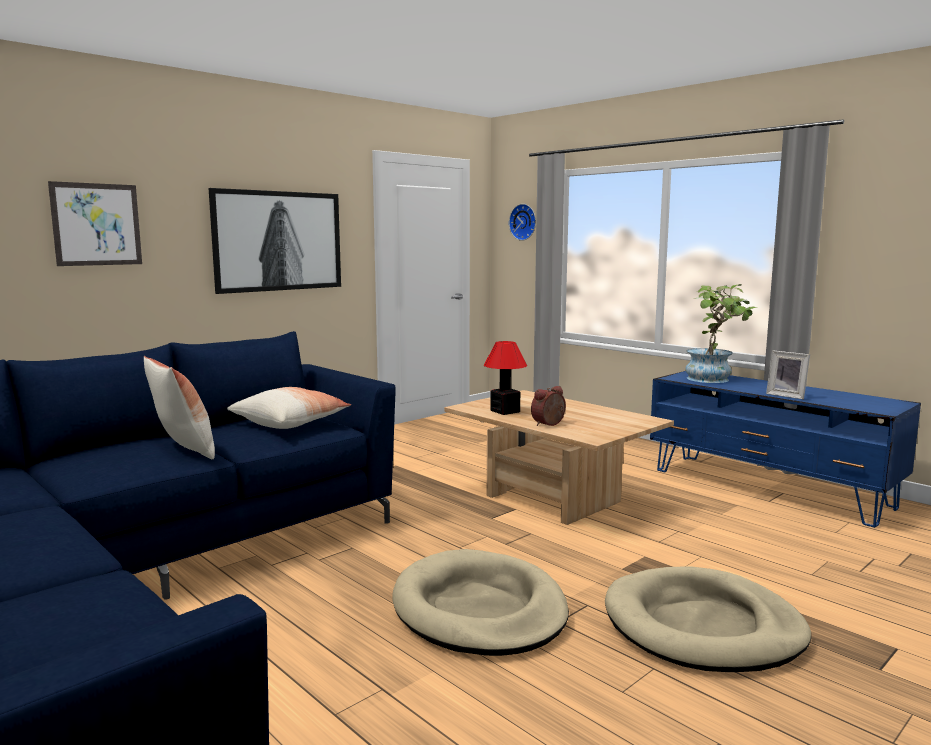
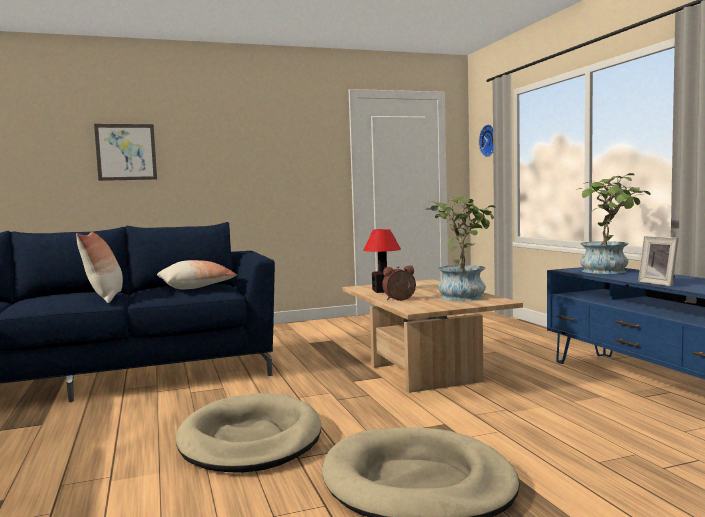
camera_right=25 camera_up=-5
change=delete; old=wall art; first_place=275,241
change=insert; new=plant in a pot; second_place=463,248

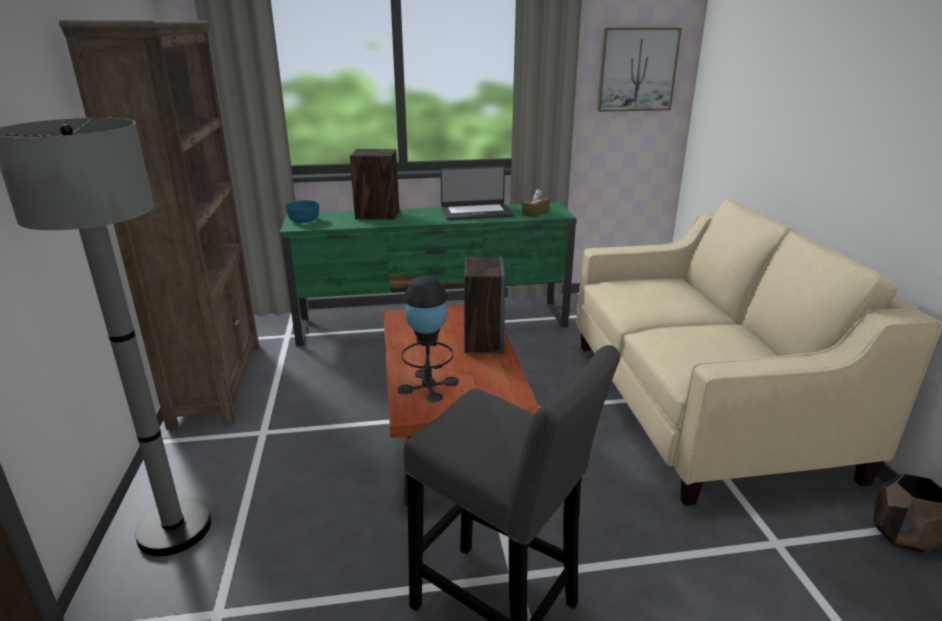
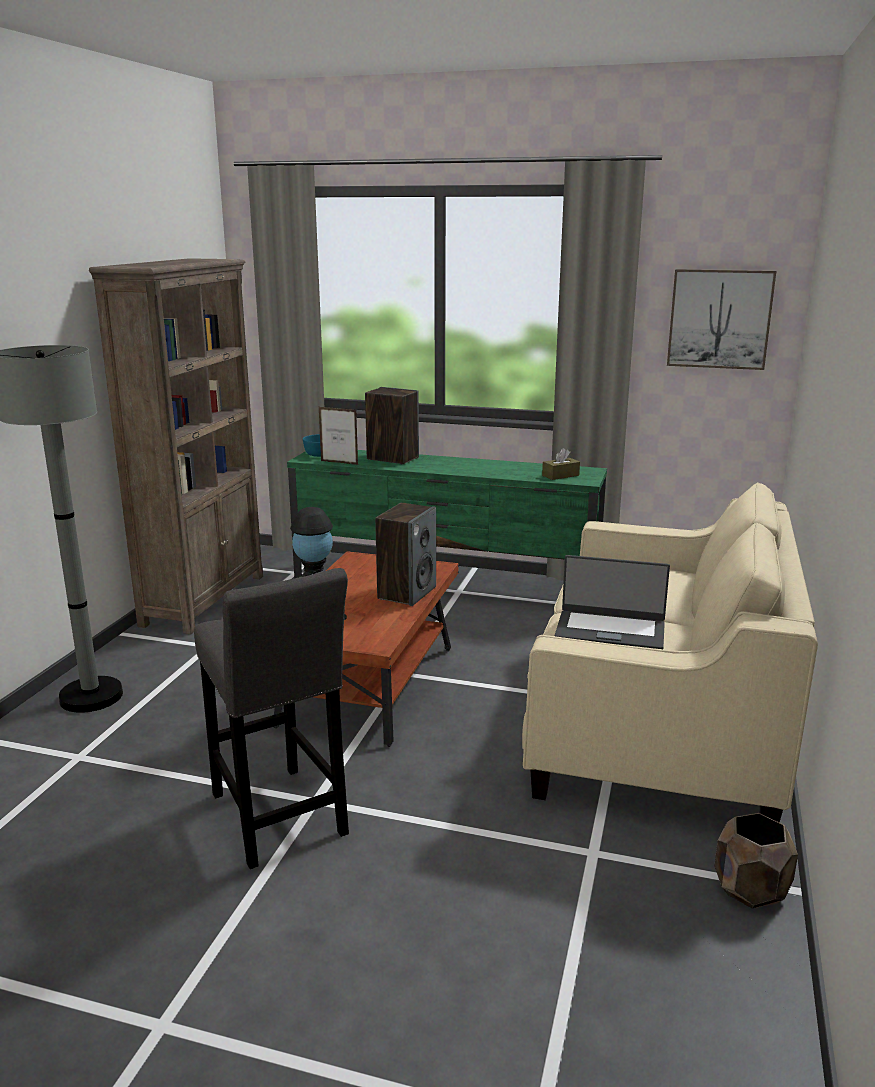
camera_right=25 camera_up=-5
change=move; old=portable computer; first_place=476,193; second_place=612,602
change=insert; new=standing frame; second_place=338,436

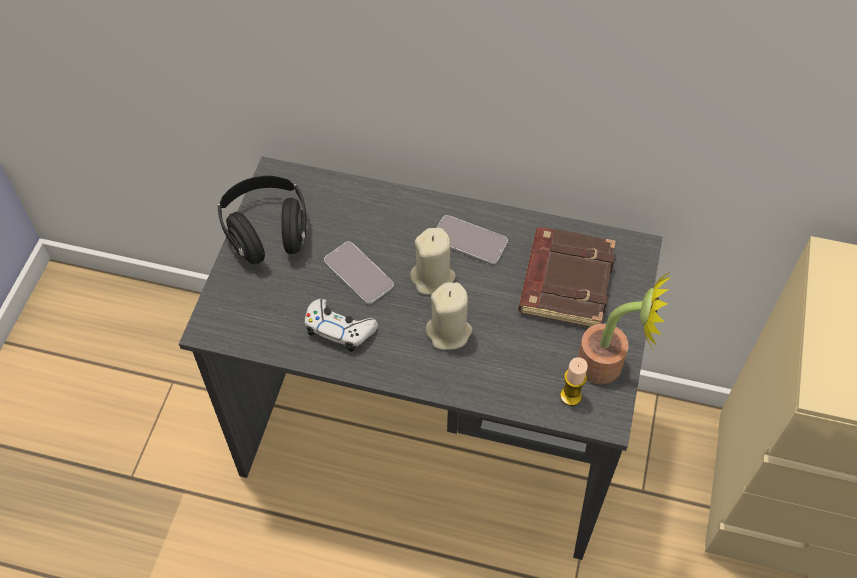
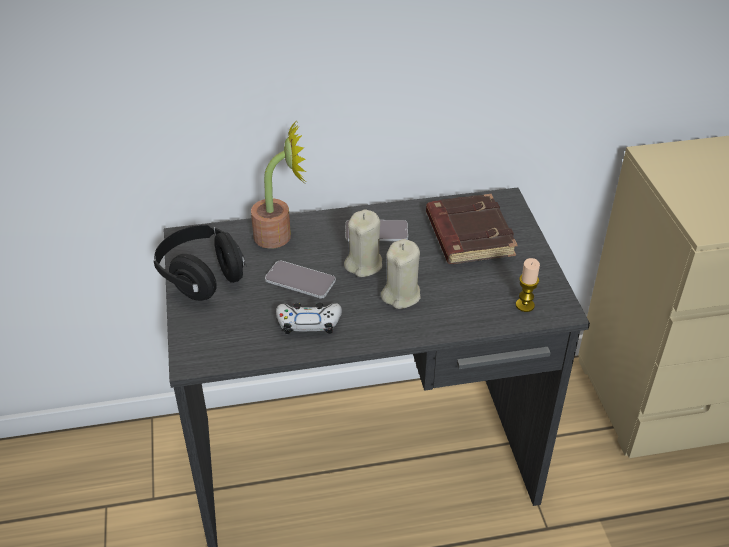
camera_right=-25 camera_up=-15
change=move; old=plant in a pot; first_place=624,327; second_place=278,185

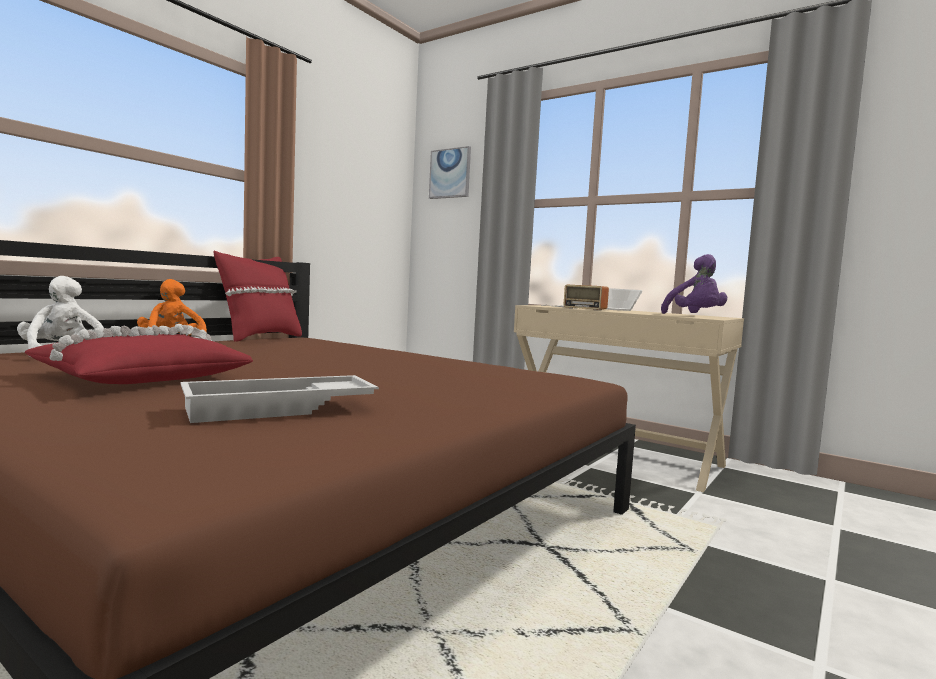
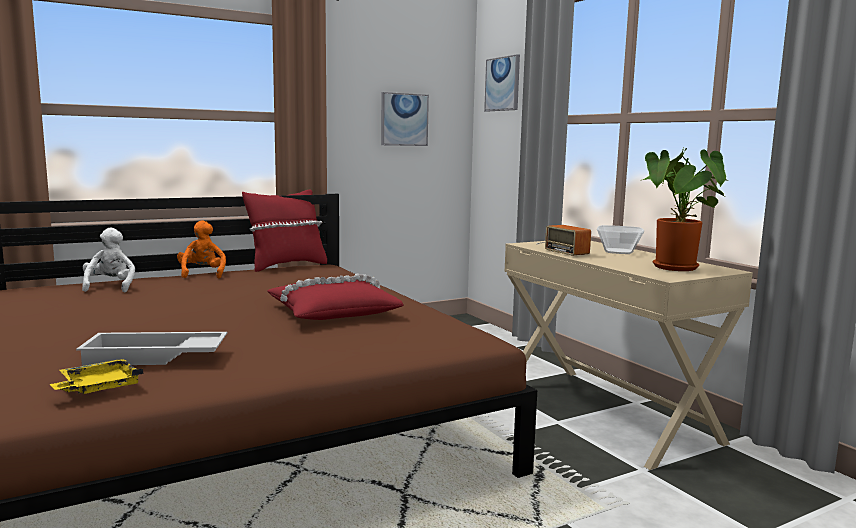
camera_right=25 camera_up=5
change=replace; old=purplish soft toy; new=plant in a pot; first_place=694,284; second_place=685,209
change=move; old=red-coloured cushion; first_place=139,354; second_place=335,297
change=insert; new=wall art; second_place=405,119
change=insert; new=yellowish tray; second_place=96,376

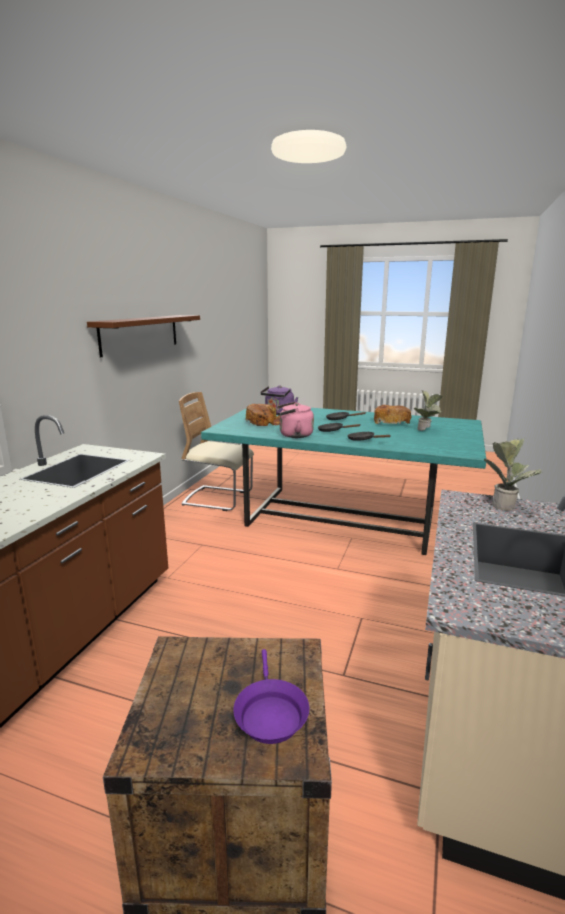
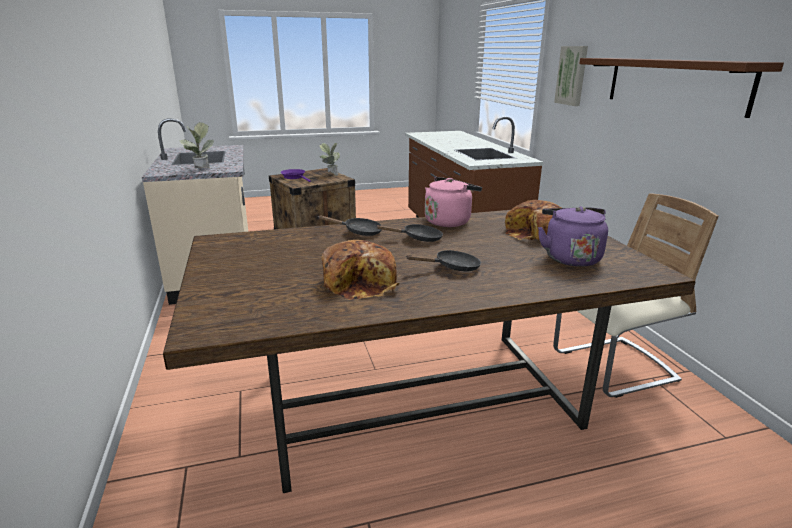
camera_right=145 camera_up=5
change=move; old=plant in a pot; first_place=428,411; second_place=330,159
change=recolor; old=turquoise-coloured dining table; new=brown dining table; first_place=343,481; second_place=429,351
change=insert; new=wall art; second_place=571,76

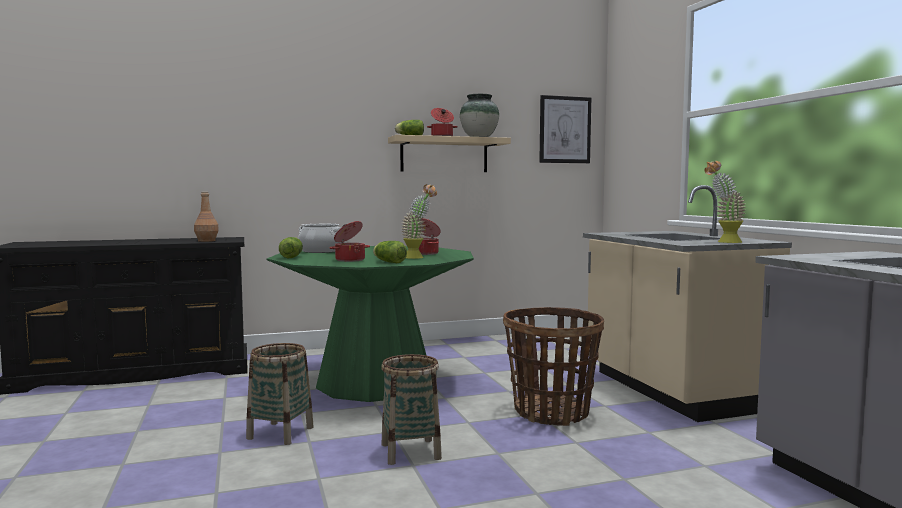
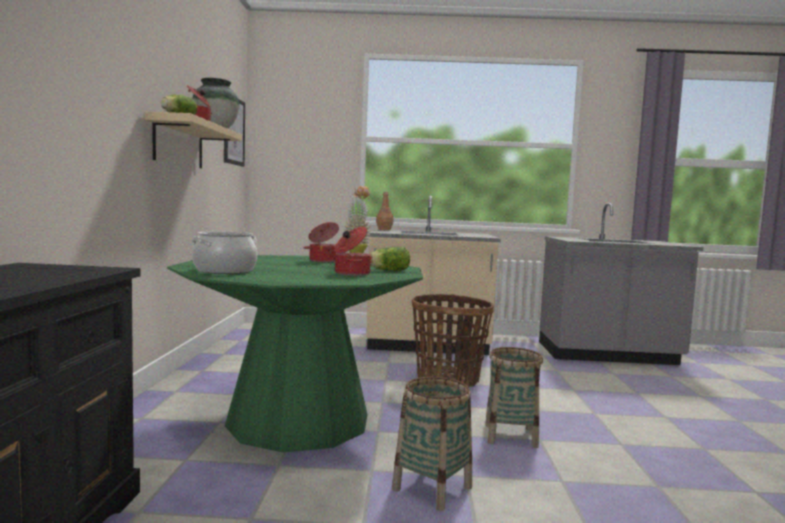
camera_right=-70 camera_up=0
change=delete; old=plant in a pot; first_place=724,202
change=move; old=brown bottle; first_place=206,217; second_place=385,211
change=delete; old=head of lettuce; first_place=291,247

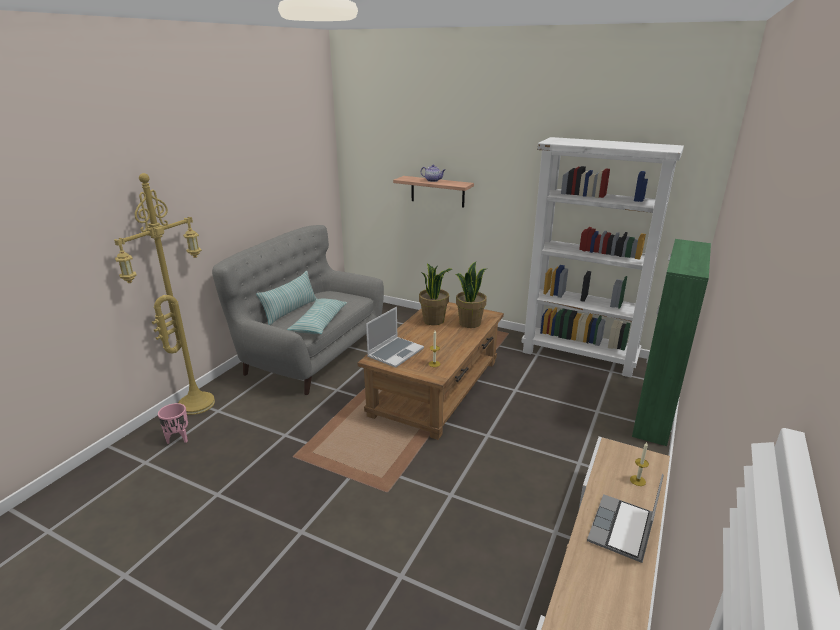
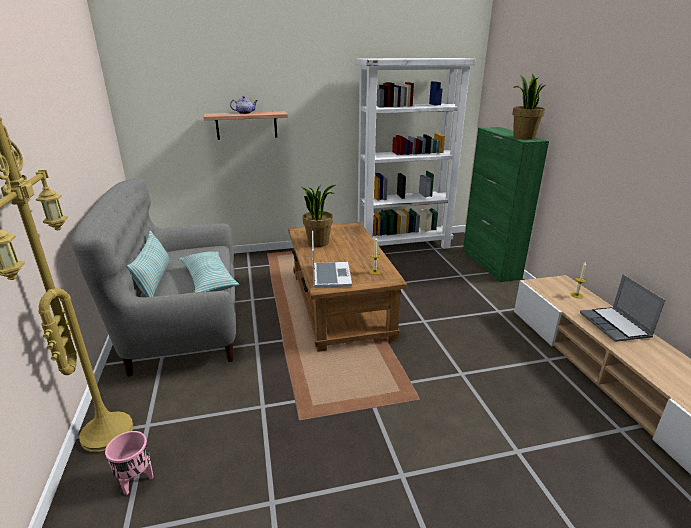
camera_right=-40 camera_up=0
change=move; old=plant in a pot; first_place=471,295; second_place=529,106

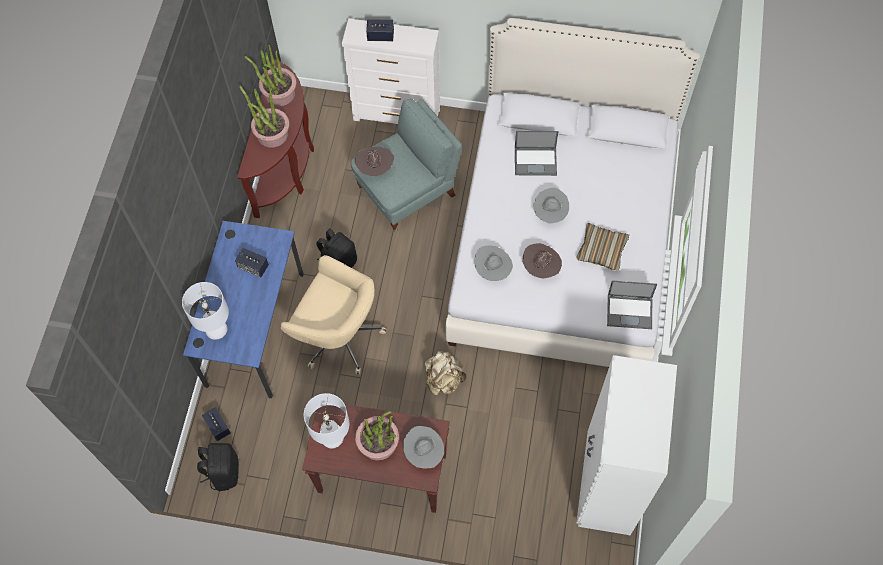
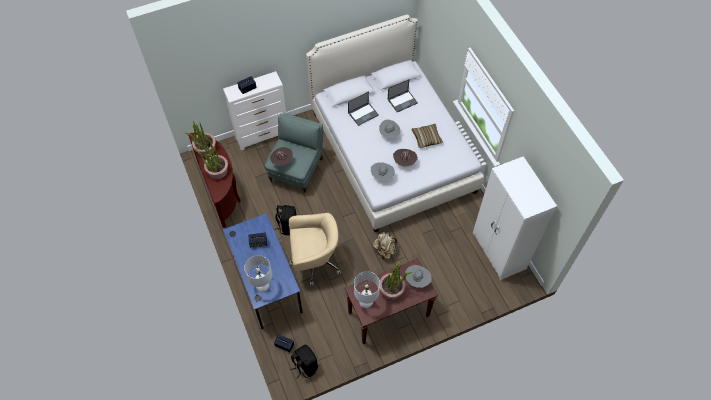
camera_right=-35 camera_up=-5
change=move; old=portable computer; first_place=632,304; second_place=403,95

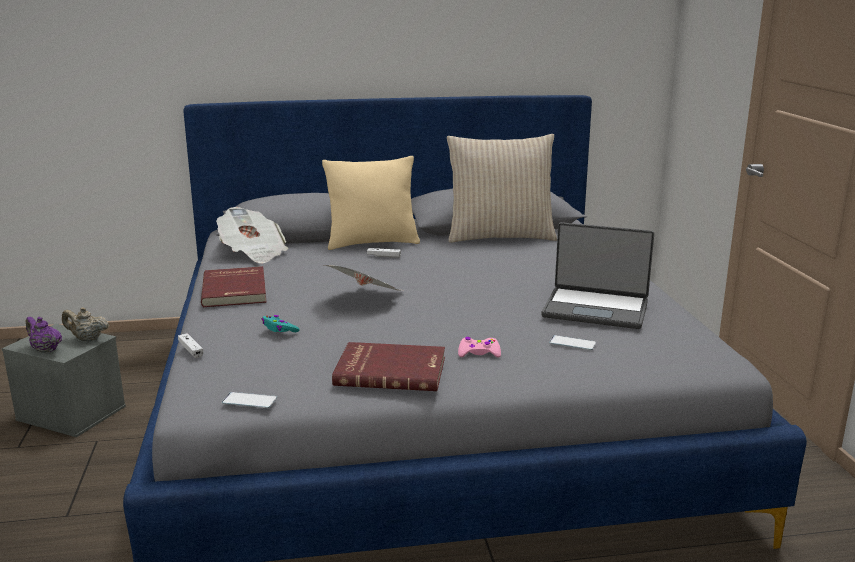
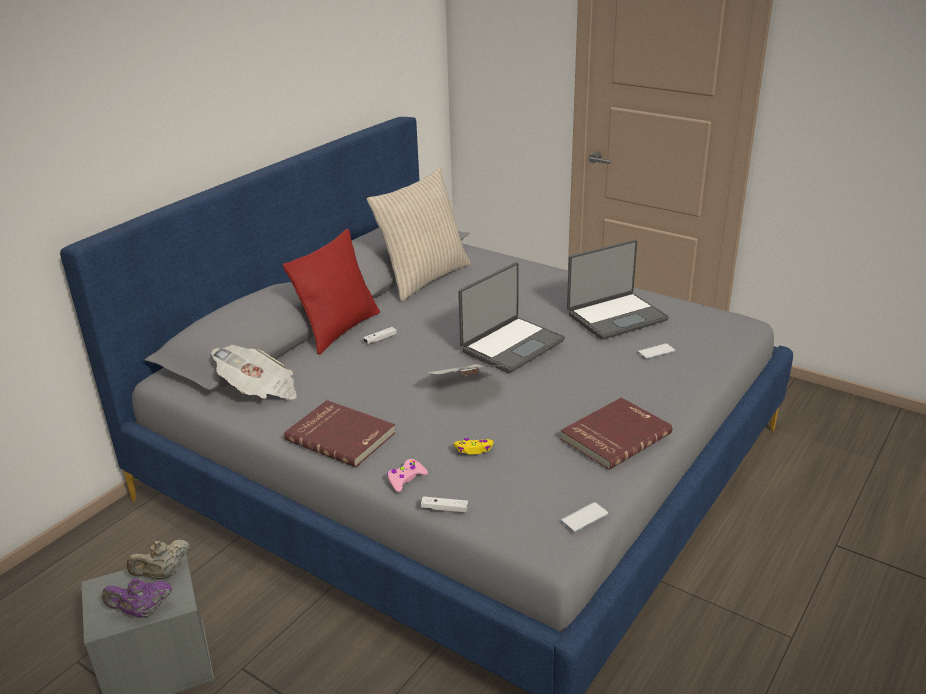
camera_right=-45 camera_up=10
change=recolor; old=beige-coloured cushion; new=red-coloured cushion; first_place=371,203; second_place=331,292
change=recolor; old=turquoise-coloured joypad; new=yellowish joypad; first_place=281,323; second_place=474,446
change=move; old=pink joypad; first_place=479,347; second_place=407,475
change=insert; new=portable computer; second_place=511,317

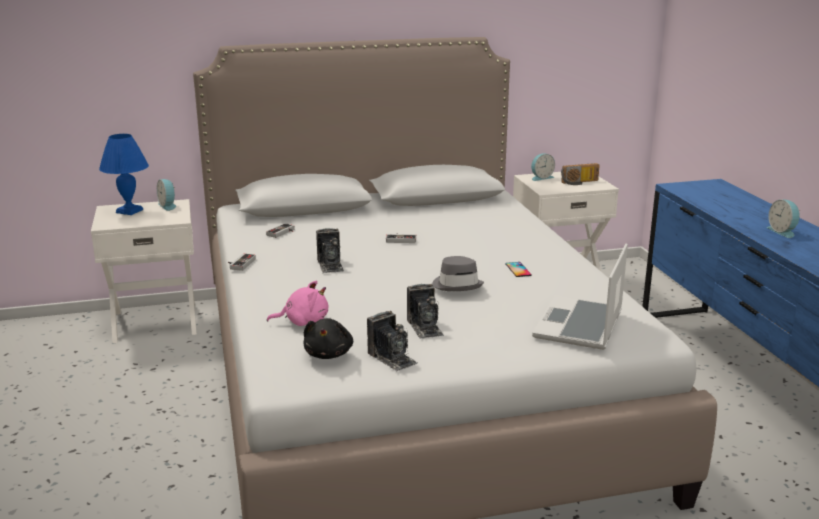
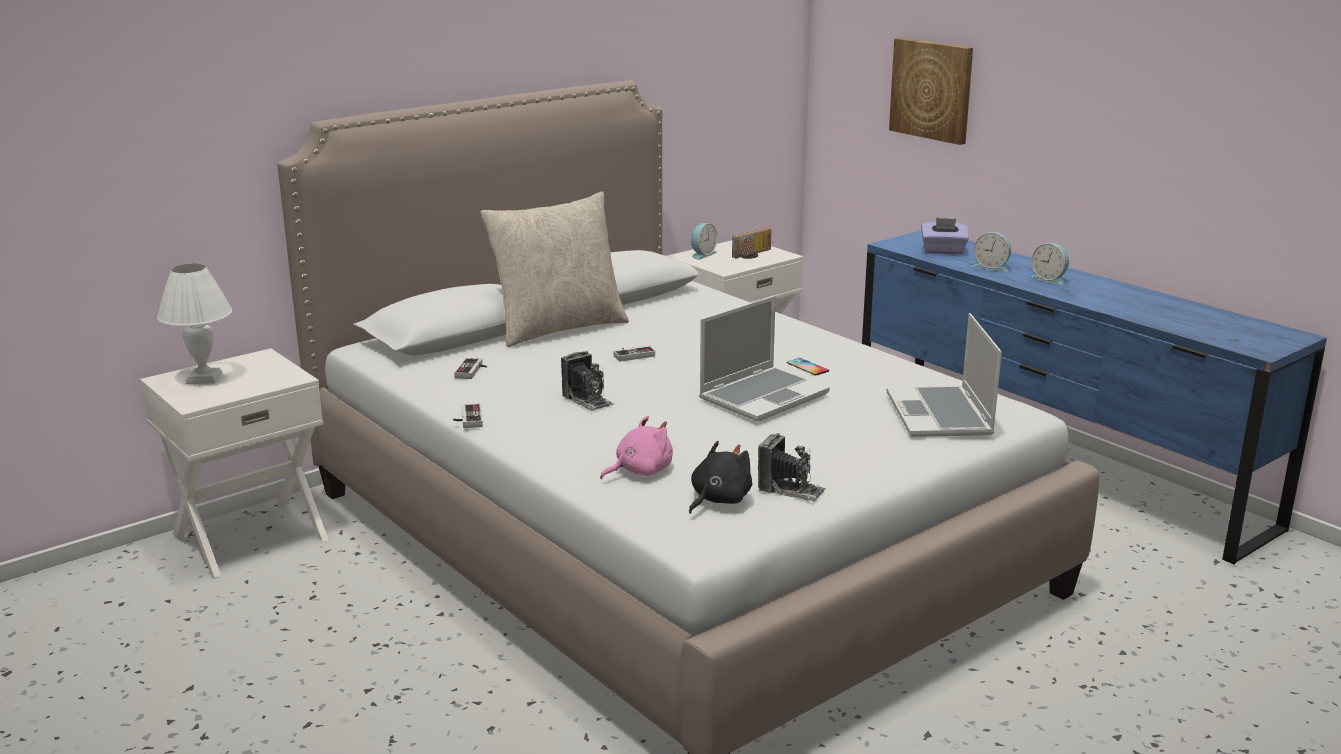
camera_right=-25 camera_up=0
change=recolor; old=blue-coloured table lamp; new=white-coloured table lamp; first_place=124,174; second_place=194,323
change=move; old=bedside clock; first_place=166,195; second_place=992,252
change=replace; old=grey clothing hat; new=portable computer; first_place=458,273; second_place=764,359
change=delete; old=photo camera; first_place=425,311
change=rotate; old=black soft toy; first_place=328,338; second_place=720,477; degrees=-120
change=insert; new=wall art; second_place=931,91
change=insert; new=beige-coloured cushion; second_place=555,269
change=insert; new=purplish tissue box; second_place=945,236

